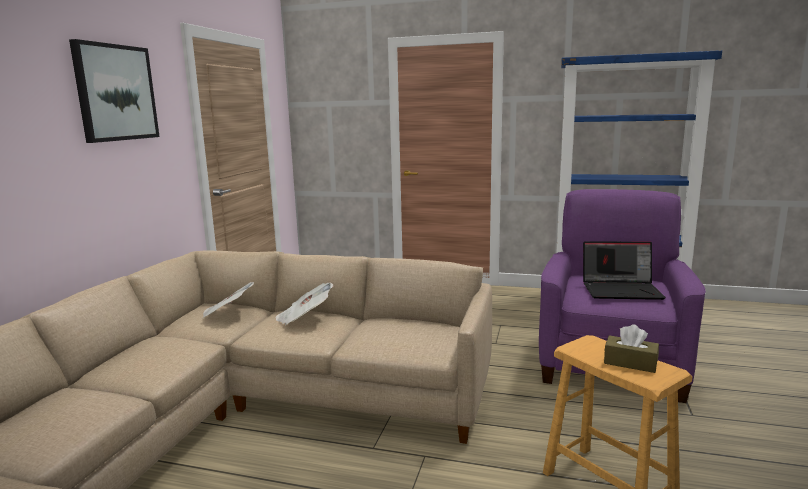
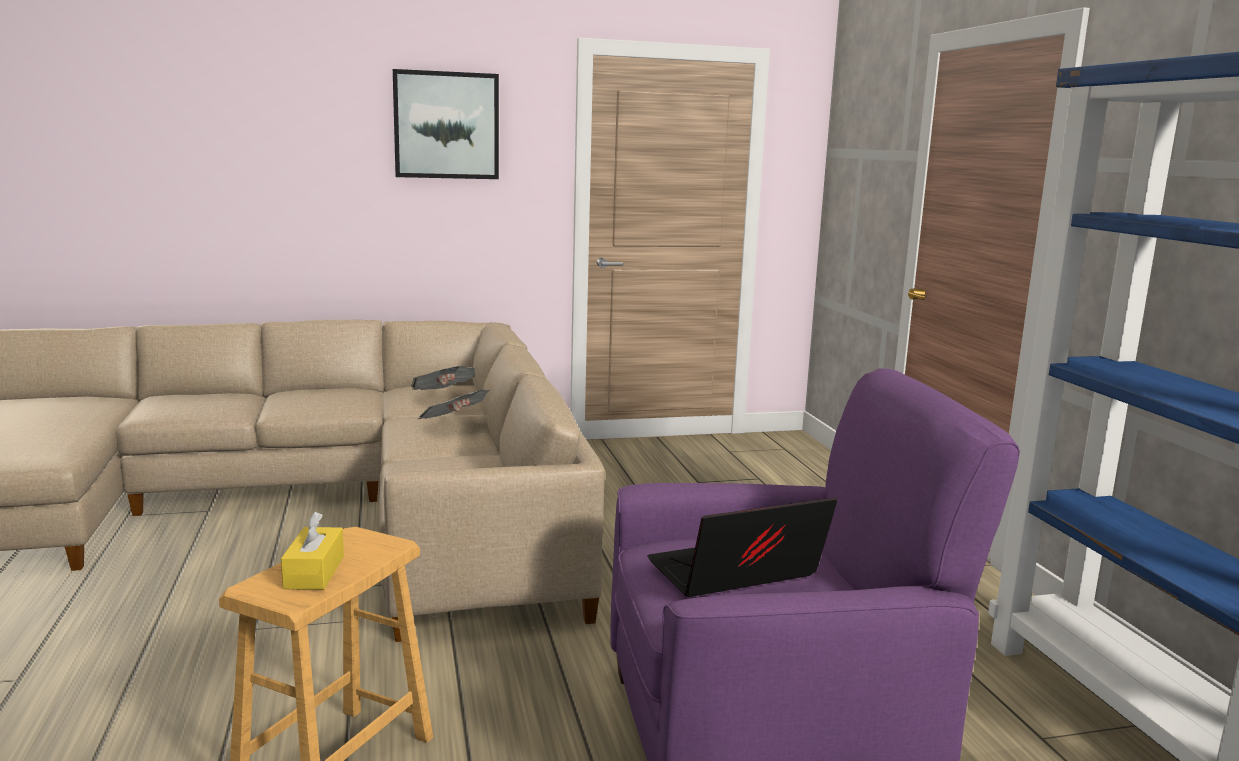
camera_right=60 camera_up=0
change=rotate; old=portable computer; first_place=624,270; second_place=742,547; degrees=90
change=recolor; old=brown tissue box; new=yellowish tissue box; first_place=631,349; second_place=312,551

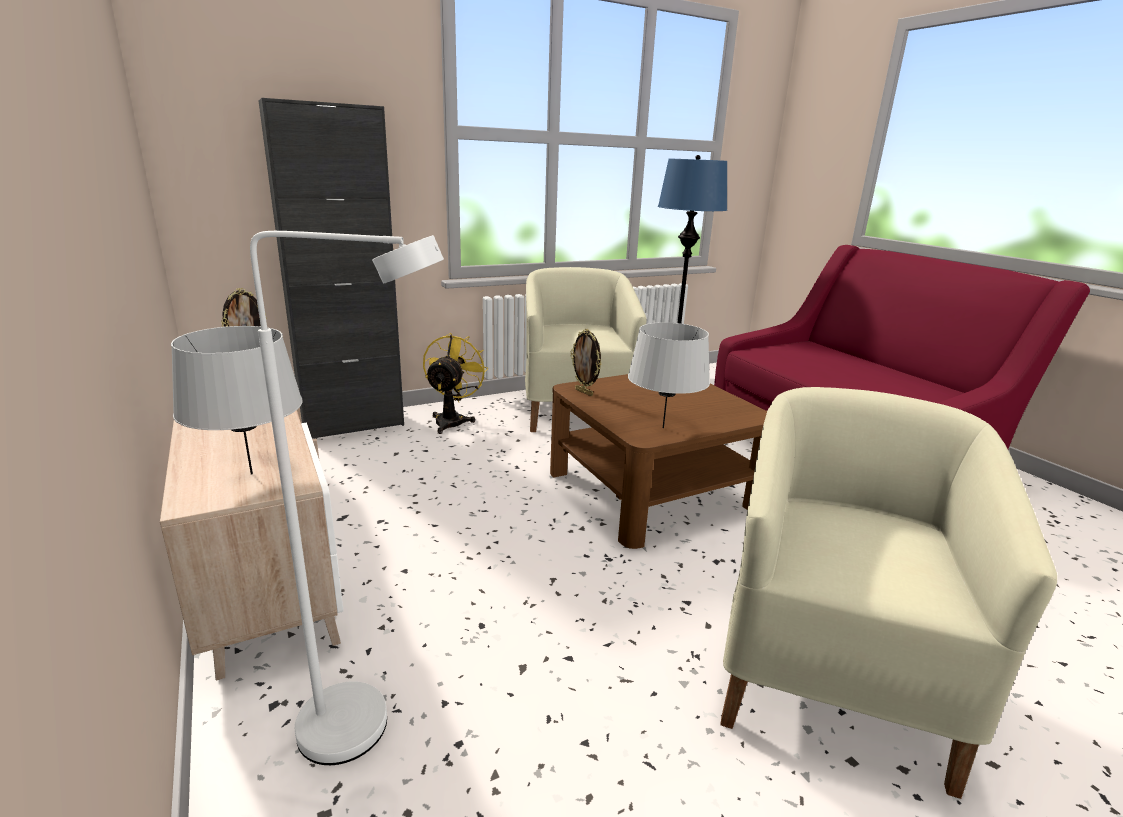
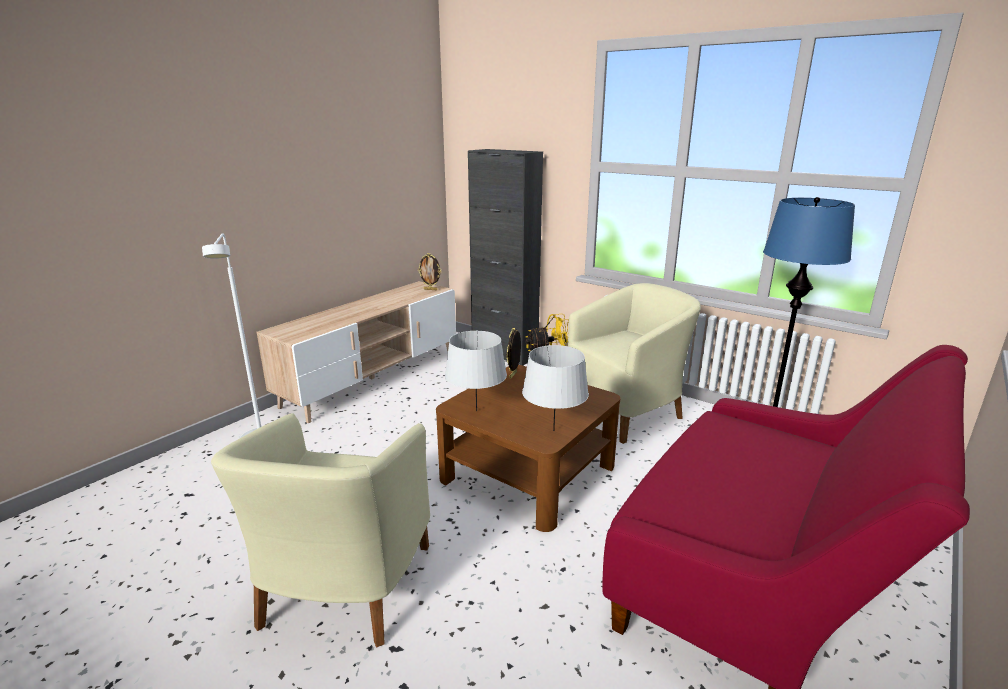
camera_right=65 camera_up=0
change=move; old=grey table lamp; first_place=237,400; second_place=555,388
change=rotate; old=beige-coloured easy chair; first_place=888,593; second_place=320,530; degrees=105

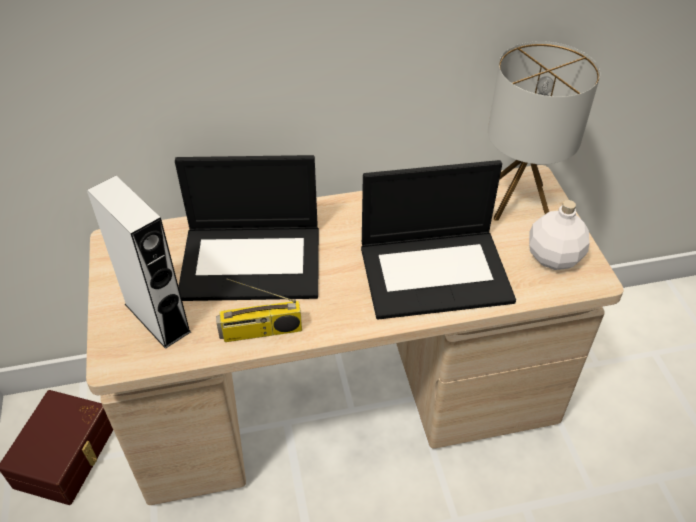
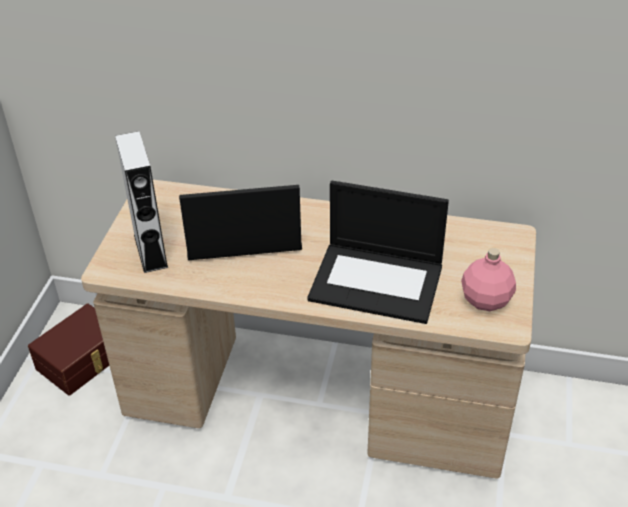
camera_right=25 camera_up=-5
change=delete; old=table lamp; first_place=544,131
change=rotate; old=portable computer; first_place=247,228; second_place=240,222; degrees=150
change=recolor; old=white-coloured bottle; new=pink bottle; first_place=559,235; second_place=488,279
change=delete; old=radio; first_place=259,310

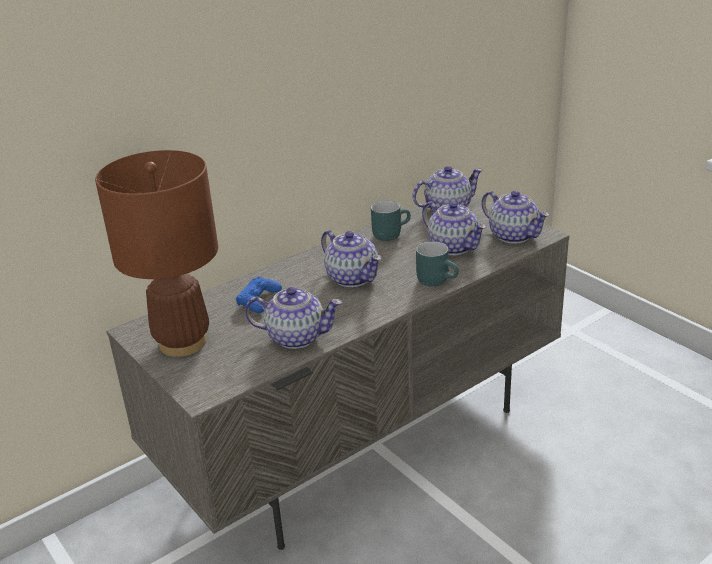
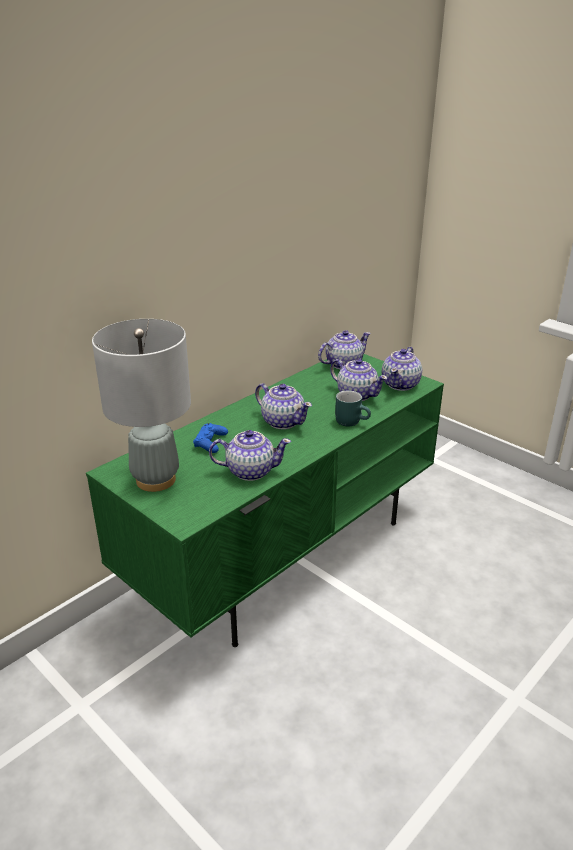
camera_right=-10 camera_up=0
change=recolor; old=brown table lamp; new=grey table lamp; first_place=156,253; second_place=141,405
change=rotate; old=tea pot; first_place=515,217; second_place=402,369; degrees=75
change=recolor; old=grey media console; new=greenish media console; first_place=337,372; second_place=265,500
change=delete; old=turquoise-coloured coffee mug; first_place=391,220

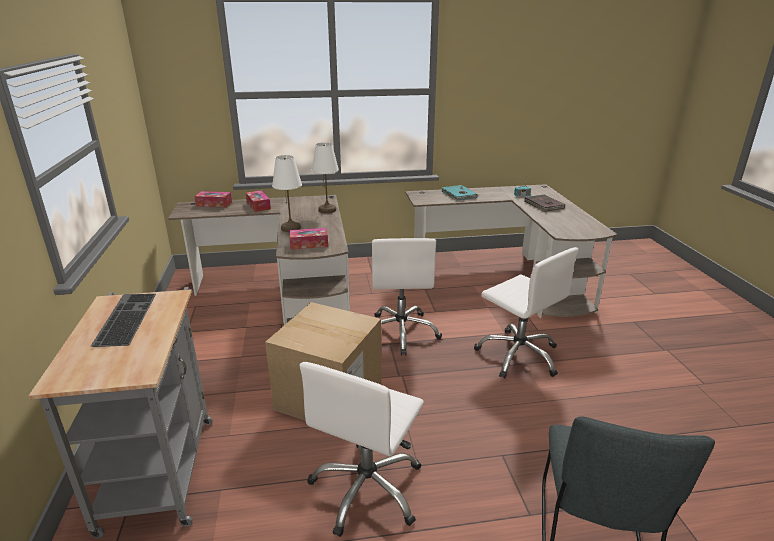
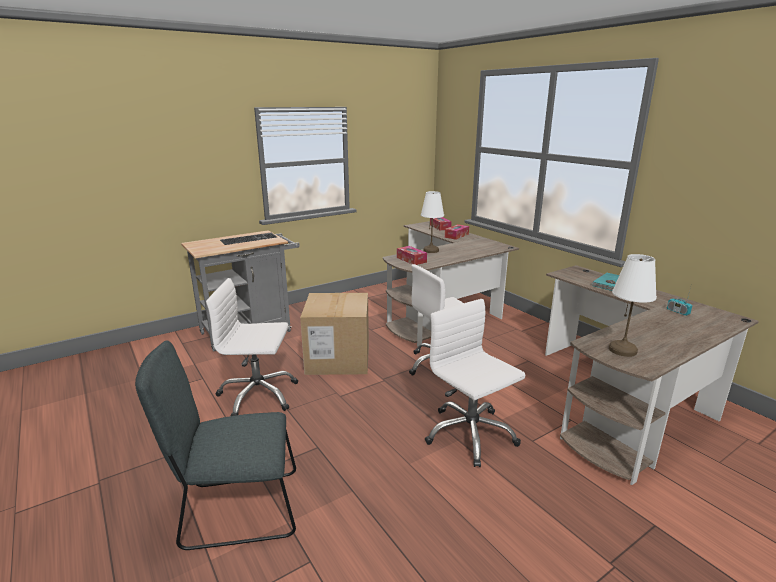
camera_right=65 camera_up=-5
change=move; old=white-coloured table lamp; first_place=325,177; second_place=633,305
change=delete; old=brown volume; first_place=544,203
change=rotate; old=white-coloured office chair; first_place=526,313; second_place=475,383; degrees=120

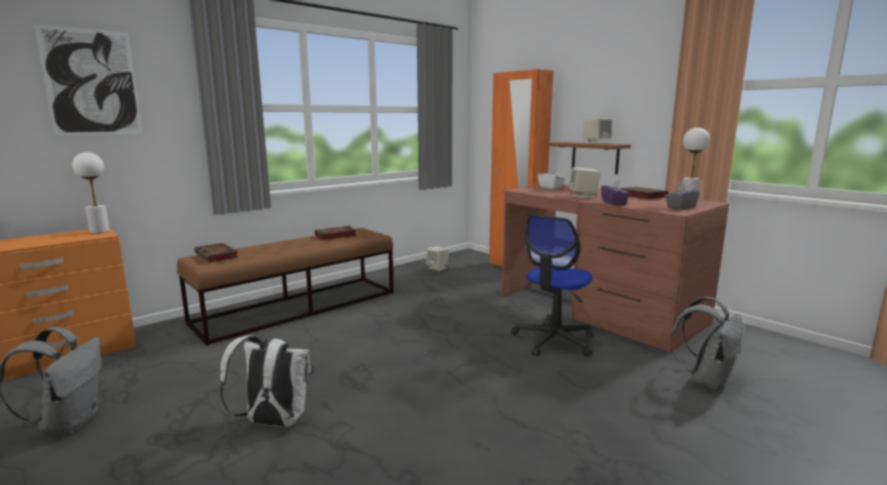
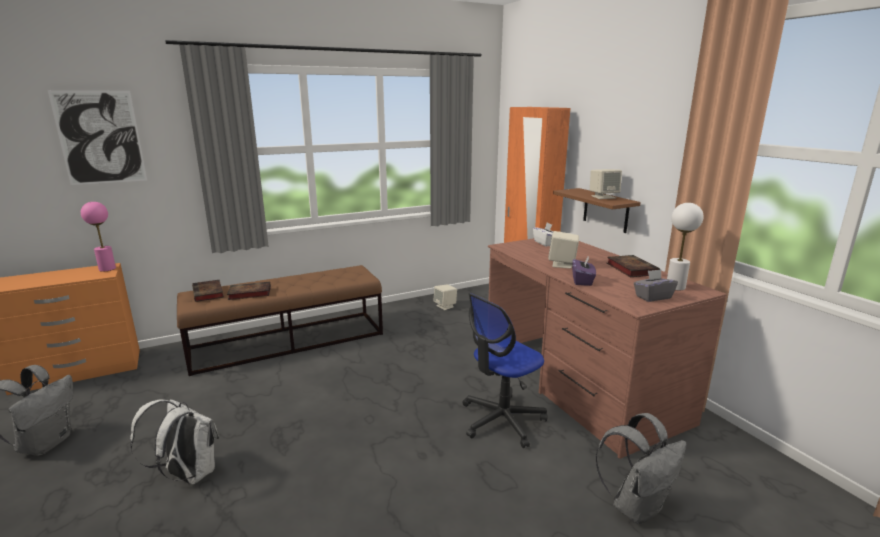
camera_right=15 camera_up=5
change=recolor; old=white-coloured table lamp; new=pink table lamp; first_place=91,192; second_place=98,237
change=move; old=volume; first_place=336,233; second_place=249,291

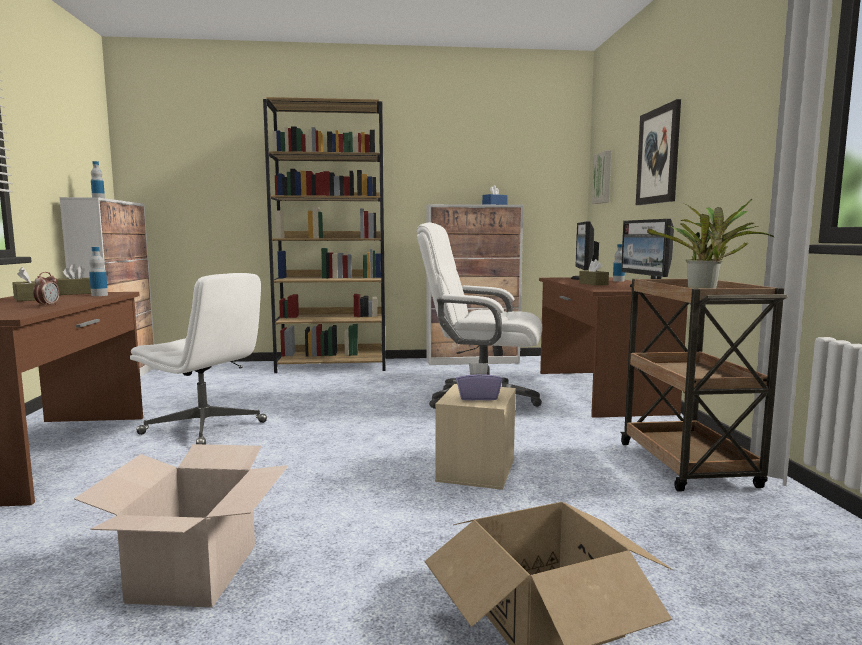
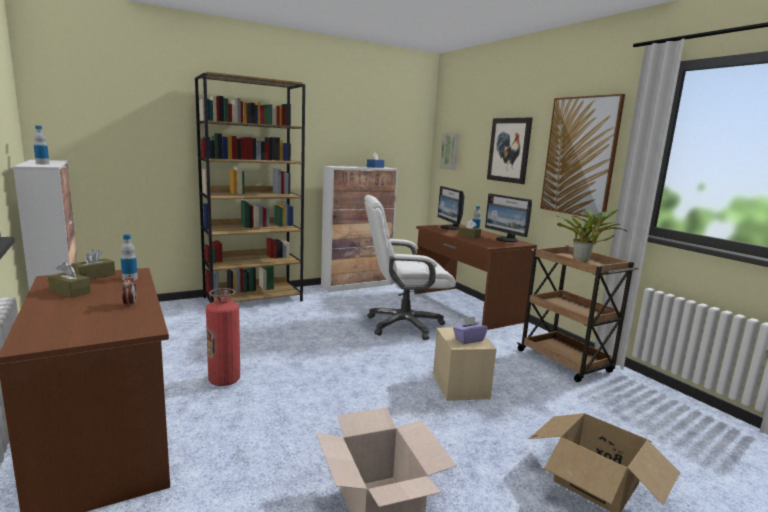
camera_right=-25 camera_up=5
change=replace; old=white-coloured office chair; new=fire-fighting cylinder; first_place=198,358; second_place=223,337
change=insert; new=wall art; second_place=582,156

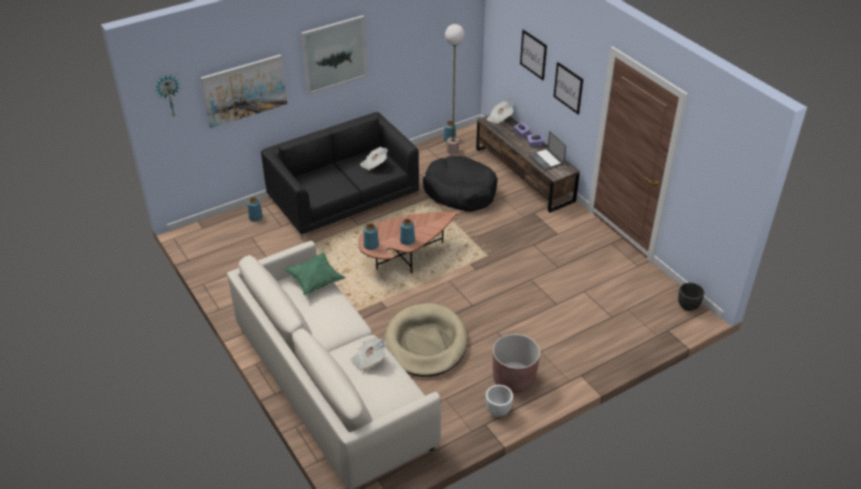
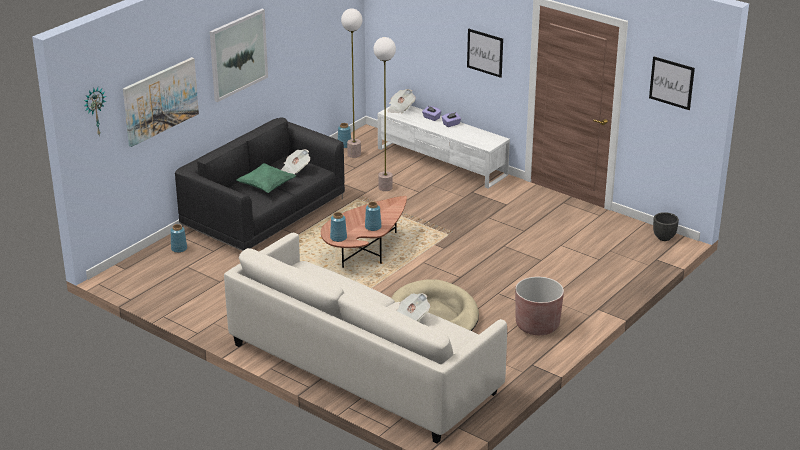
camera_right=-20 camera_up=-10
change=move; old=wall art; first_place=533,55; second_place=672,83
change=recolor; old=brown media console; new=white-coloured media console; first_place=528,164; second_place=444,147
change=delete; old=portable computer; first_place=547,151
change=replace; old=black pet bed; new=floor lamp; first_place=460,184; second_place=385,114
change=move; old=greenish cushion; first_place=315,274; second_place=266,178
change=delete; old=white-coloured plant pot; first_place=499,401

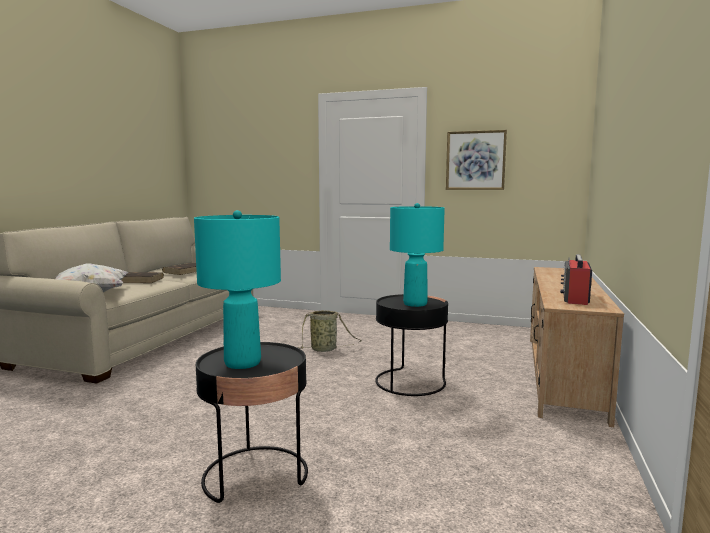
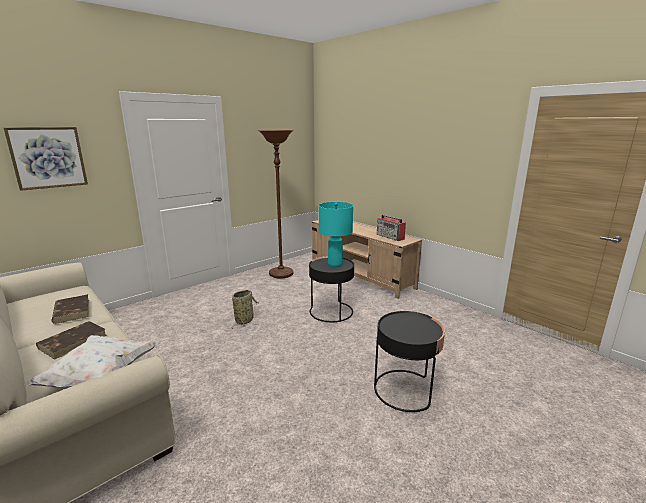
camera_right=-60 camera_up=10
change=move; old=wall art; first_place=476,160; second_place=46,159
change=delete; old=turquoise-coloured table lamp; first_place=237,289
change=insert; new=brown floor lamp; second_place=276,204

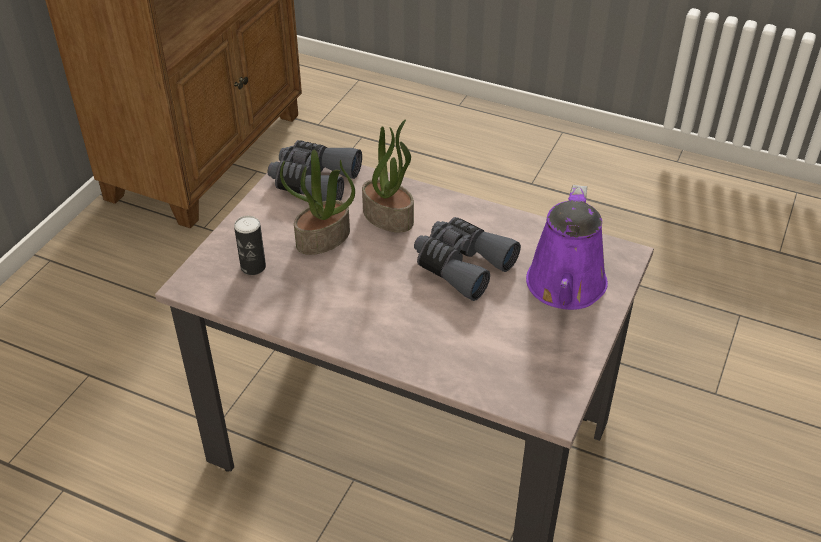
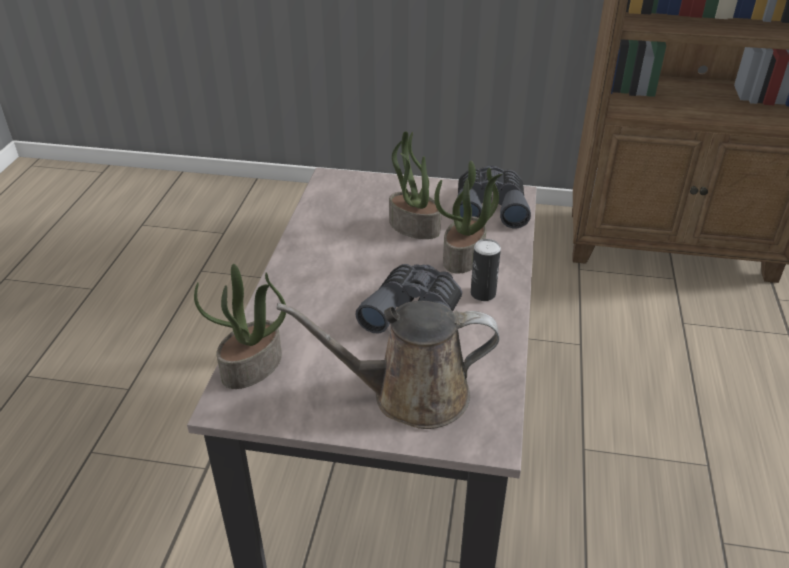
camera_right=75 camera_up=-5
change=recolor; old=purplish watering can; new=brown watering can; first_place=567,247; second_place=388,365
change=move; old=can; first_place=250,245; second_place=486,270
change=insert; new=plant in a pot; second_place=240,326

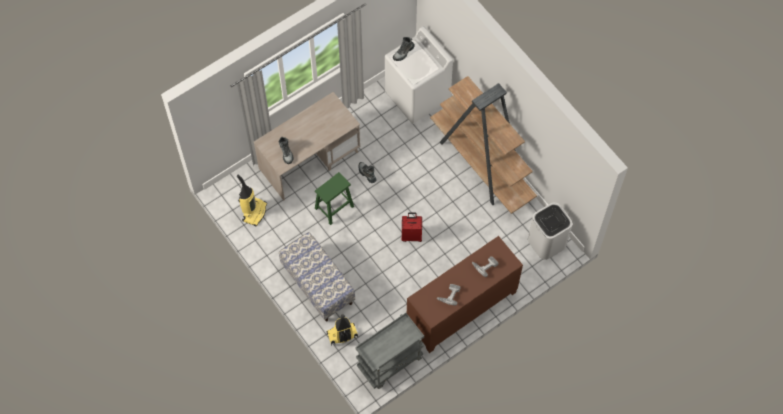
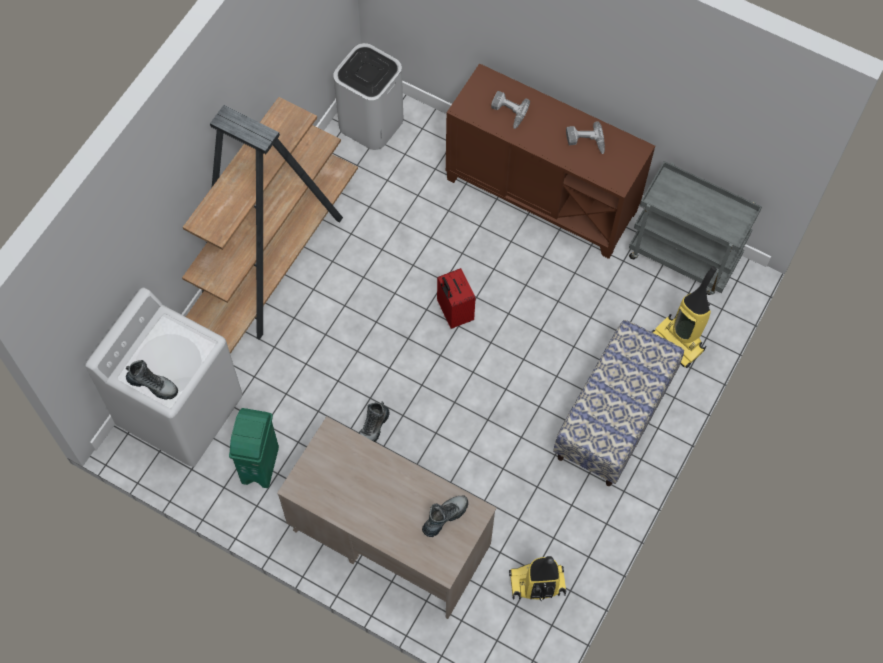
camera_right=-115 camera_up=0
change=delete; old=greenish sitting stool; first_place=334,198
change=insert; new=greenish trash can; second_place=254,448

